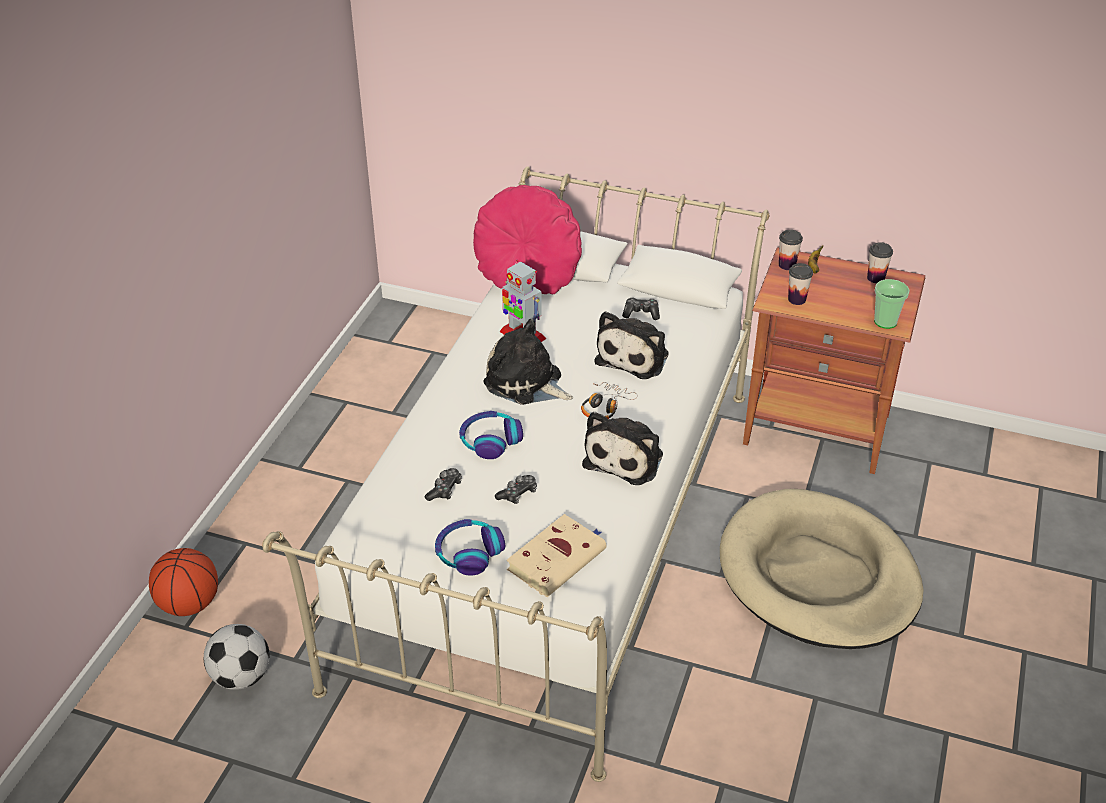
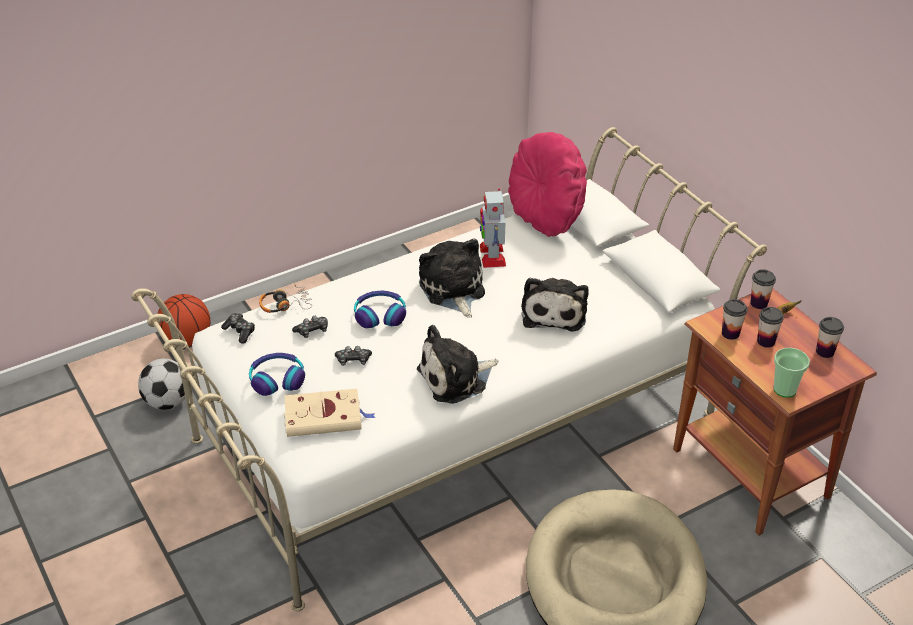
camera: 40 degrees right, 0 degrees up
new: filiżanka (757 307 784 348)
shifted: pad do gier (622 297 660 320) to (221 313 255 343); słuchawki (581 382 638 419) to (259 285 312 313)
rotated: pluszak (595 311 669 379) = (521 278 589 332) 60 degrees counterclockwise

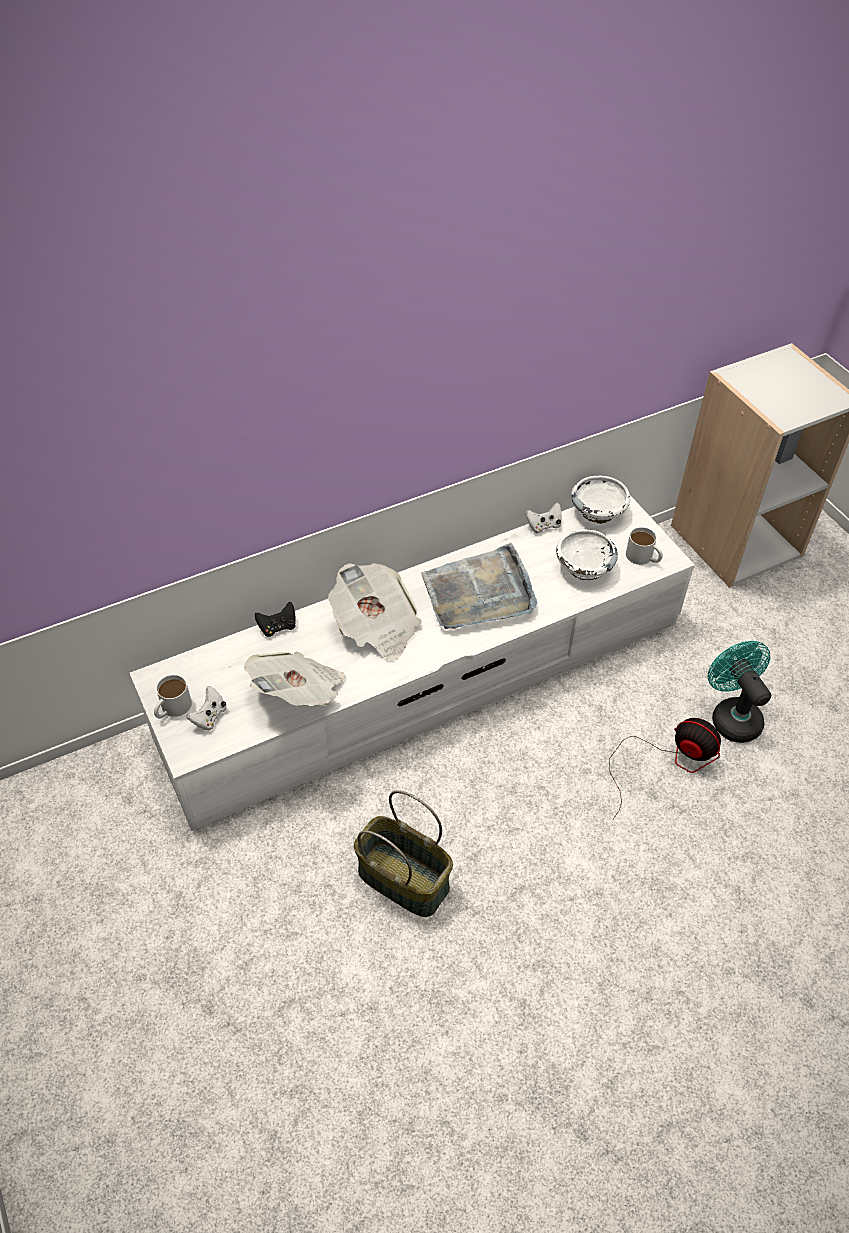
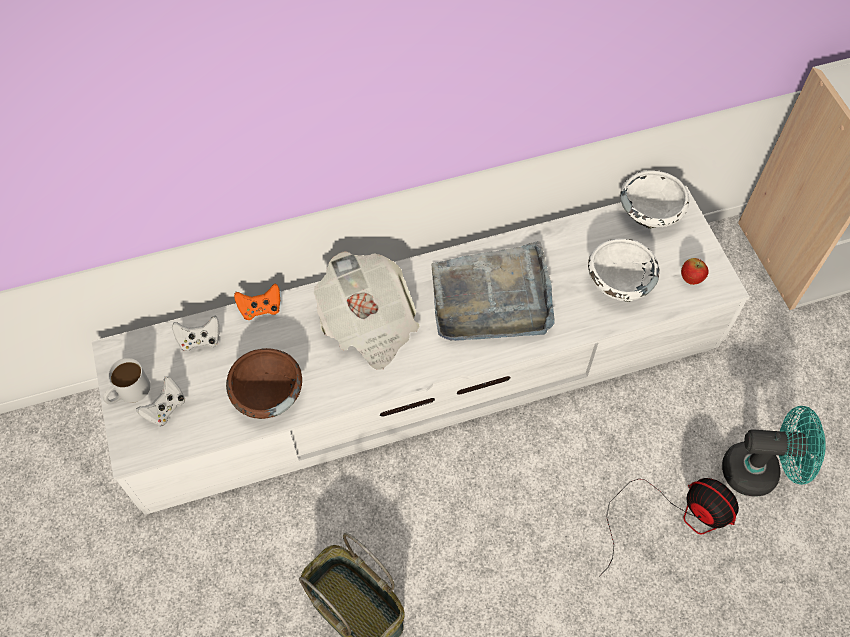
camera: 10 degrees right, 10 degrees up
shifted: pad do gier [biały] (526 502 562 533) to (172 316 219 351)
swapped: gazeta (244 652 346 706) to miska [brązowy] (226 348 302 419); kubek [biały] (626 527 663 565) to jabłko (681 258 709 285)
repainted: pad do gier [czarny] (255 602 296 637) to pad do gier [pomarańczowy] (234 283 280 320)
rotated: wentylator [turkusowy] (708 641 771 743) = (722 406 826 496) 105 degrees clockwise

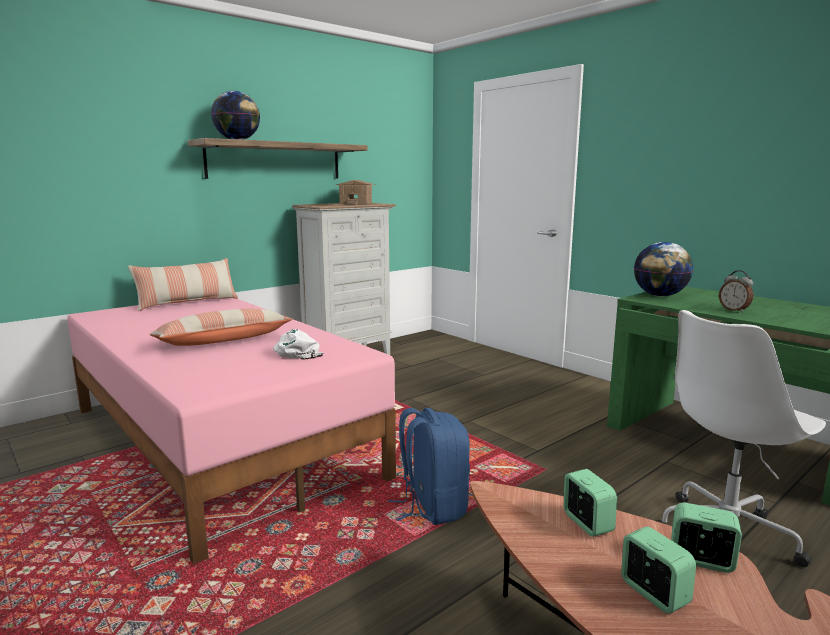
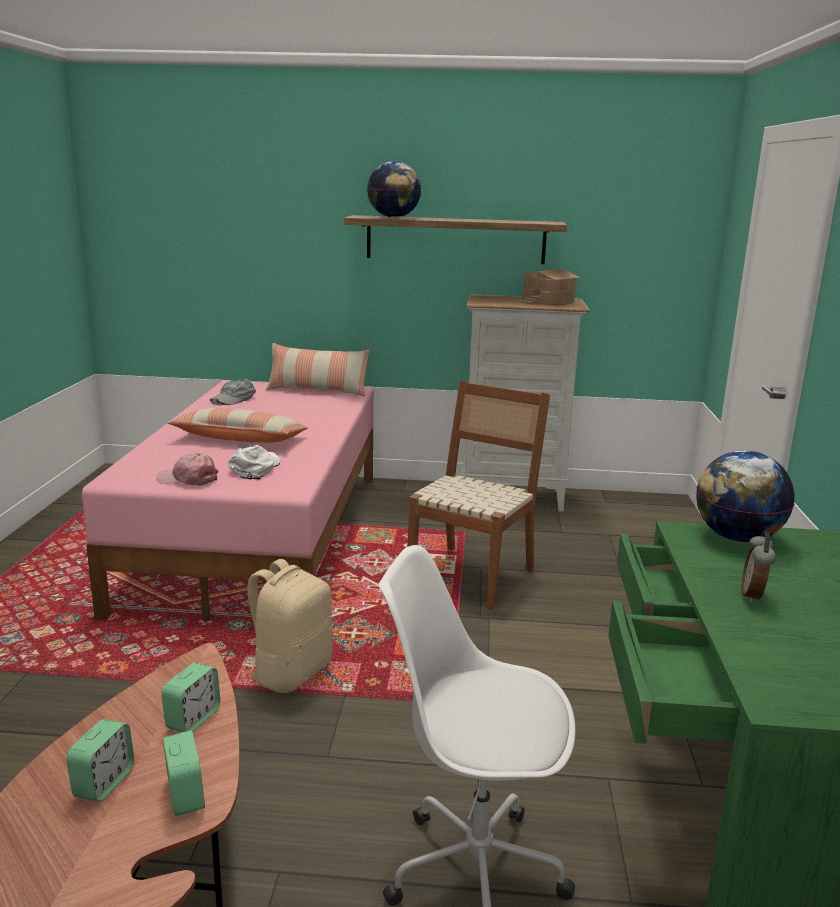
camera: 45 degrees right, 5 degrees up
new: czapka z daszkiem [różowy] (156 452 219 486); czapka z daszkiem [szary] (210 379 256 405); krzesło (408 380 550 610)
repainted: plecak [niebieski] (388 408 470 525) to plecak [beżowy] (242 559 333 693)

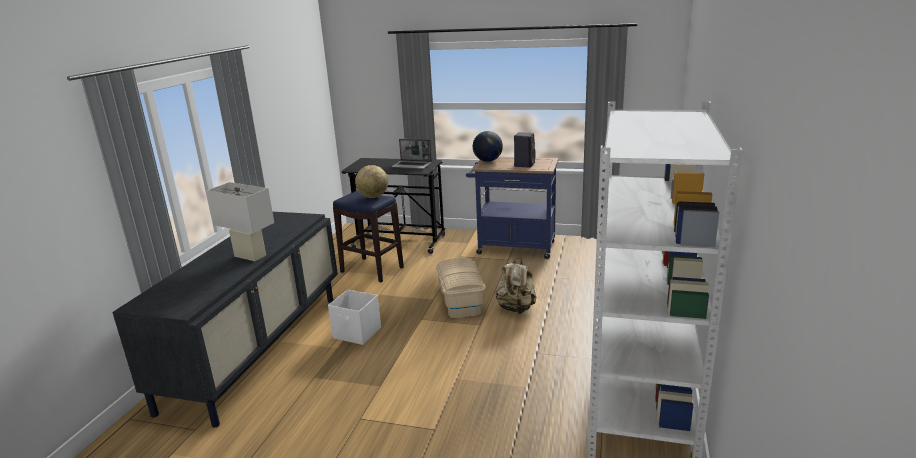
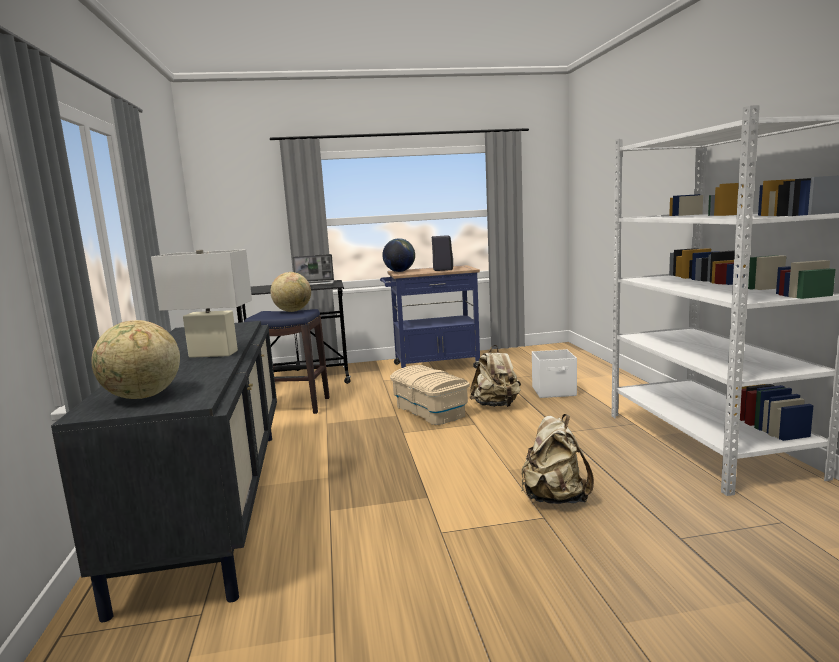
camera: 25 degrees left, 10 degrees down
new: globus (91 320 180 399); plecak [beżowy] (521 414 594 504)
shifted: pojemnik do przechowywania [biały] (328 290 381 345) to (532 349 577 398)

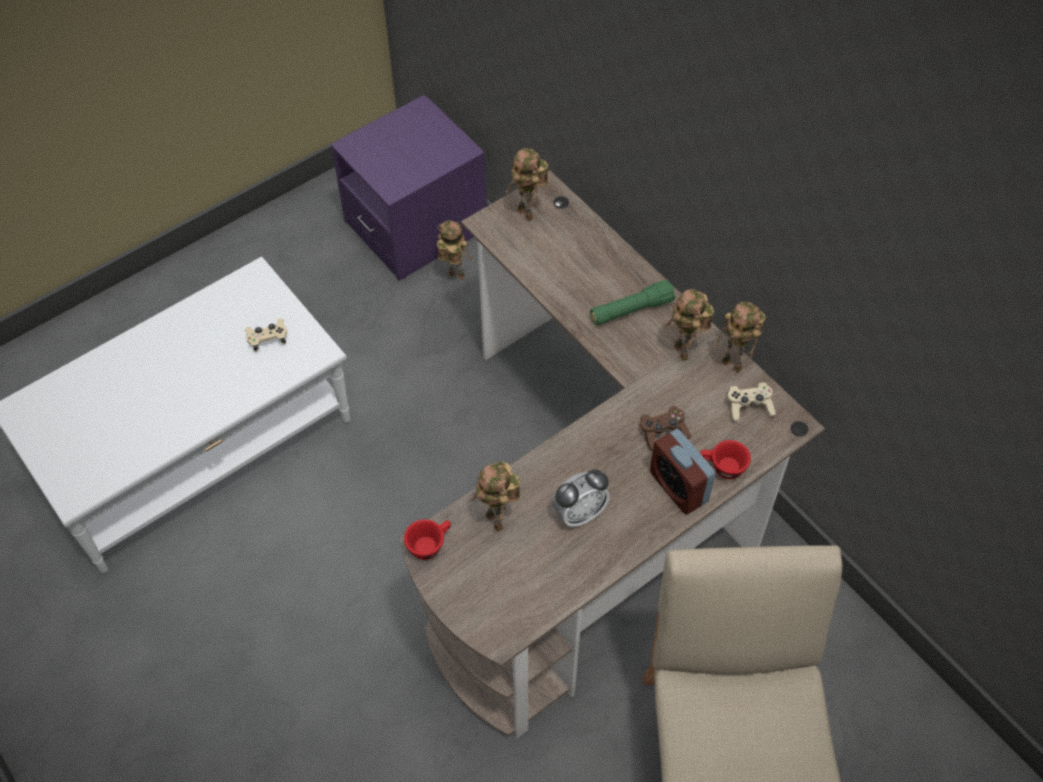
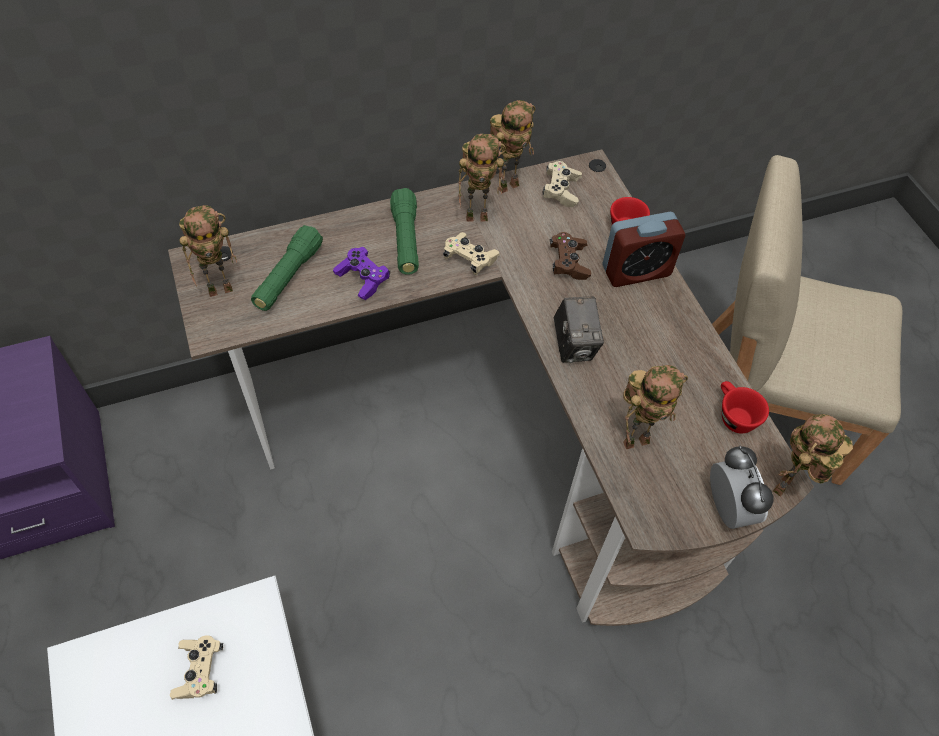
camera: 75 degrees left, 0 degrees up
new: latarka [zielony] (251 225 323 311); pad do gier [fioletowy] (333 247 390 300); pad do gier [beżowy] (443 232 500 275); aparat fotograficzny (553 297 604 363)
shifted: budzik (552 469 610 528) to (710 446 773 529); filiżanka [czerwony] (404 519 451 560) to (721 381 769 433); robot zabawkowy (437 220 472 280) to (773 414 853 497)

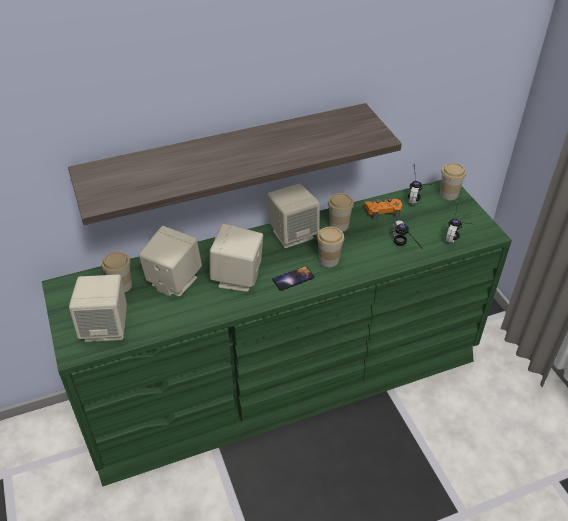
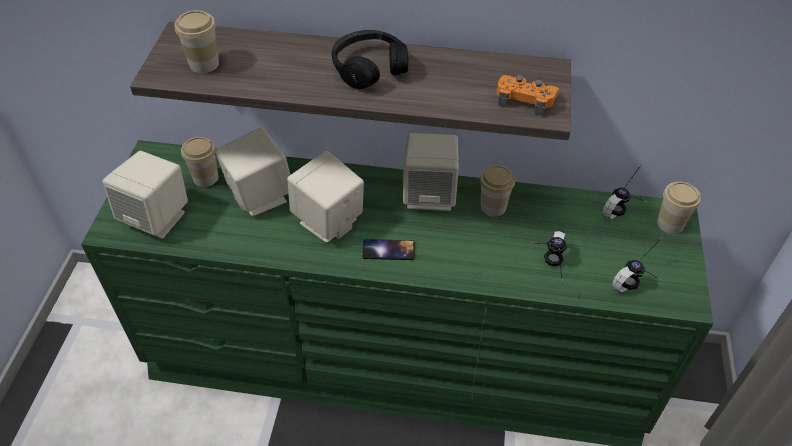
camera: 30 degrees right, 5 degrees up
new: słuchawki [czarny] (332 30 408 89)
shifted: filiżanka (317 227 344 267) to (175 10 219 73); pad do gier [pomarańczowy] (364 198 402 220) to (496 75 559 116)

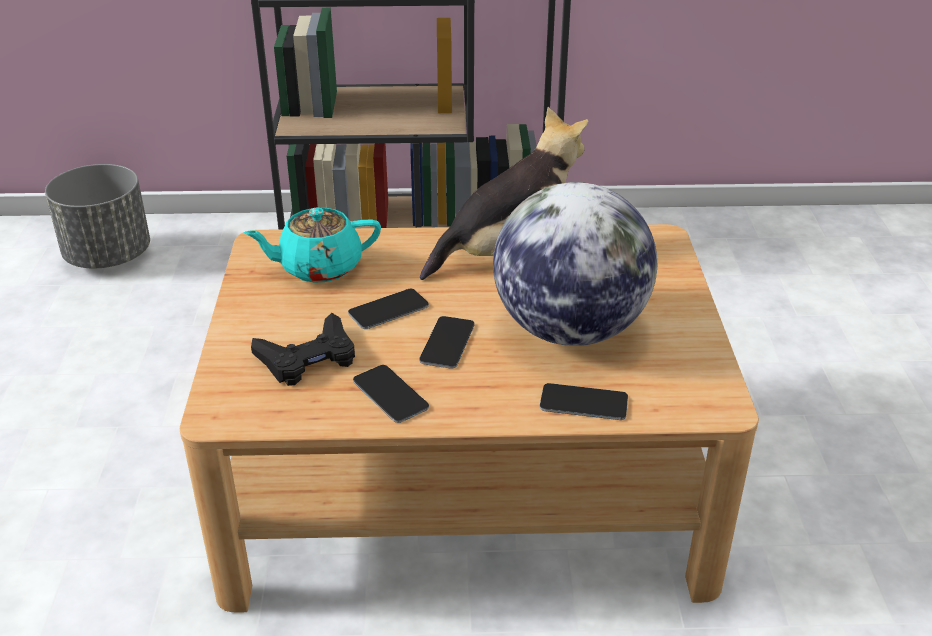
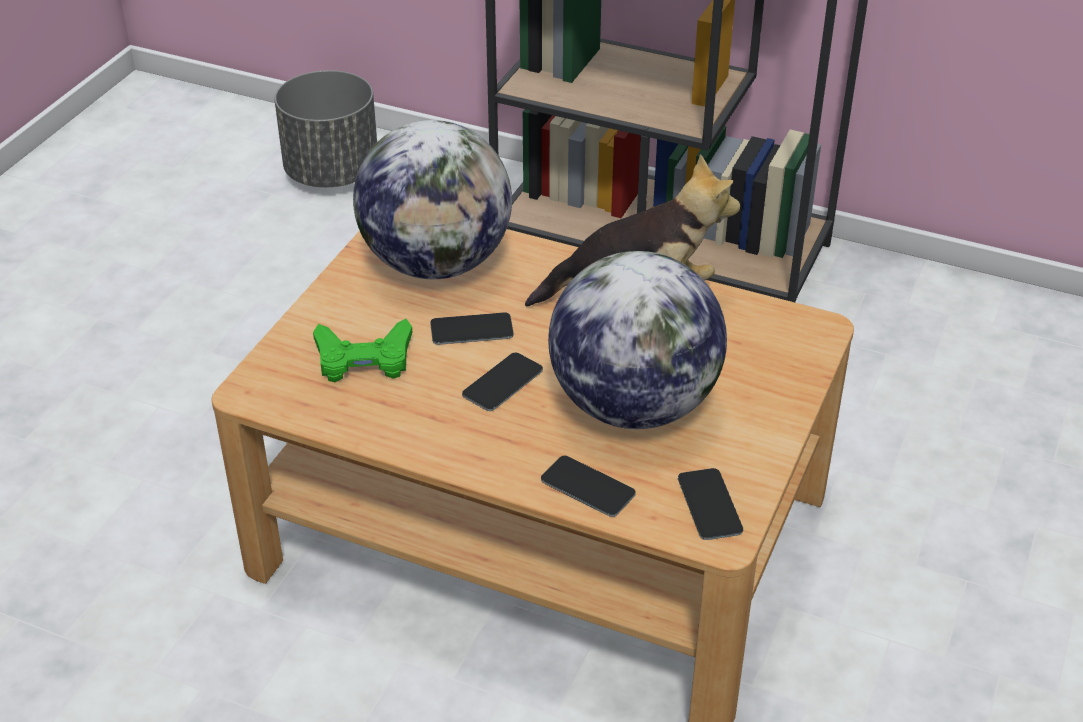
camera: 25 degrees right, 5 degrees up
shifted: telefon (353 365 429 423) to (678 468 743 540)
swapped: imbryk [turkusowy] (244 208 381 283) to globus (353 120 512 279)
repainted: pad do gier [czarny] (251 313 355 386) to pad do gier [zielony] (313 319 412 382)

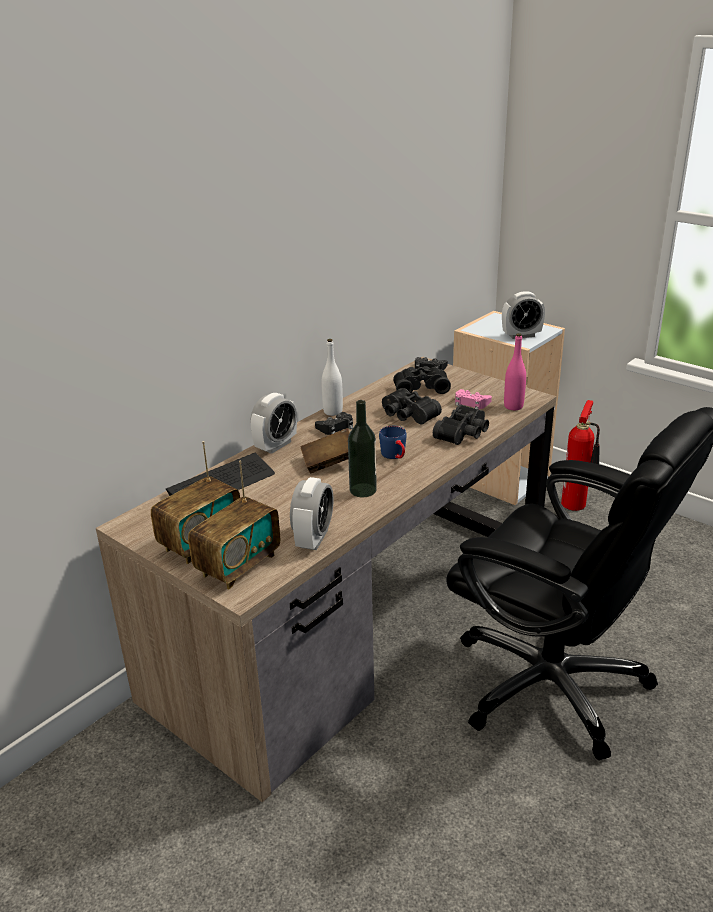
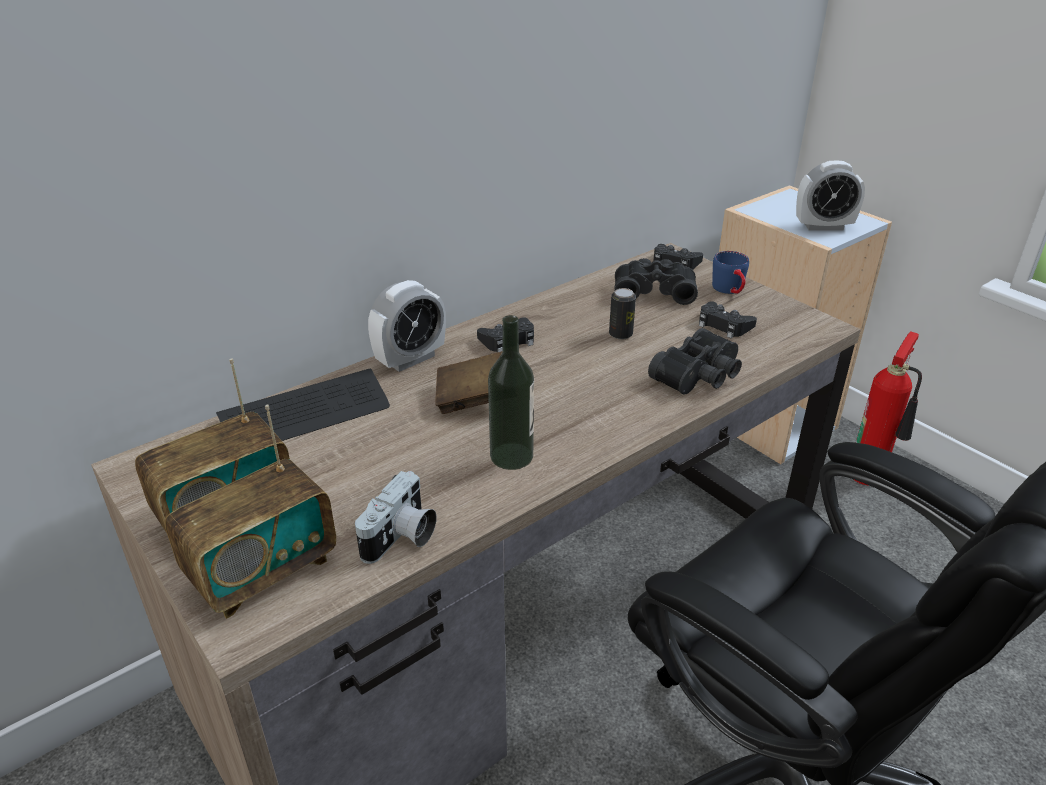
camera: 10 degrees right, 5 degrees up
gone: butelka [biały] (322 339 343 416); butelka [różowy] (504 333 526 410)
shifted: kubek [niebieski] (379 426 407 459) to (712 251 749 294)
swapped: budzik (290 477 333 550) to aparat fotograficzny (355 471 437 564); lornetka [czarny] (382 388 442 424) to puszka (609 288 636 340)
repainted: pad do gier [różowy] (455 389 492 410) to pad do gier [czarny] (699 301 757 339)

